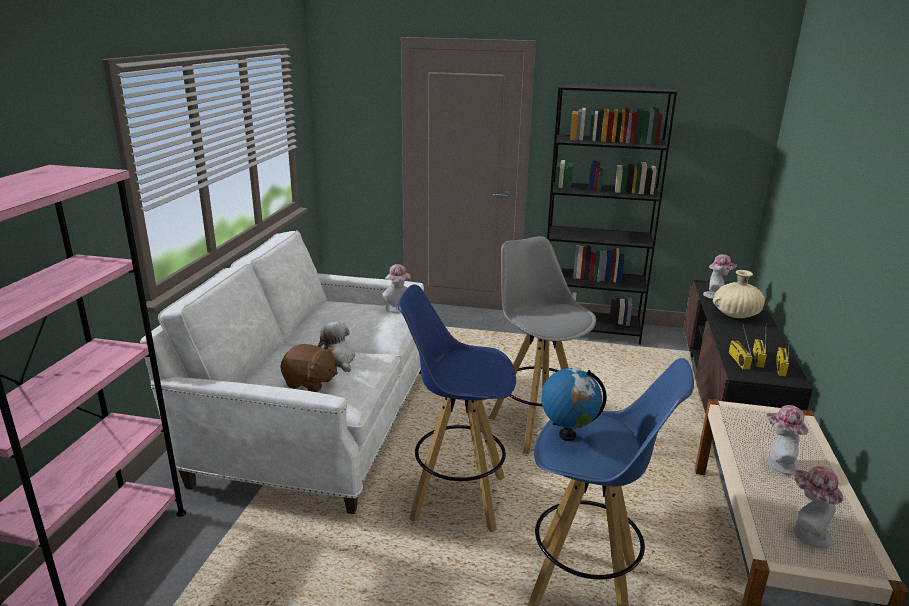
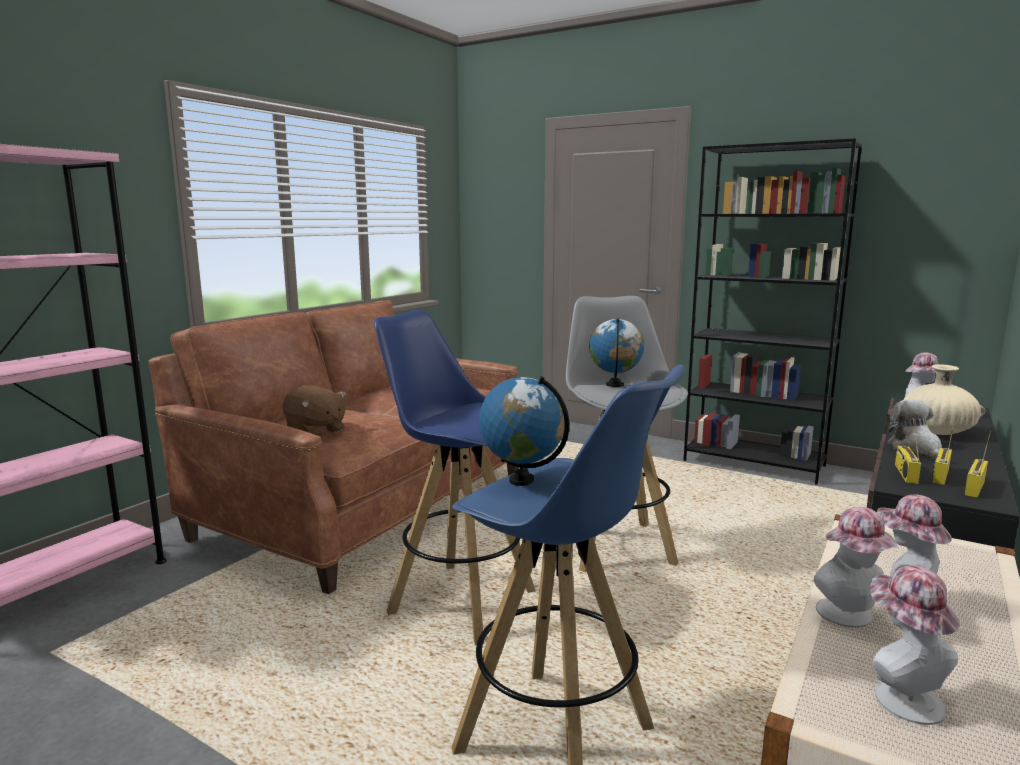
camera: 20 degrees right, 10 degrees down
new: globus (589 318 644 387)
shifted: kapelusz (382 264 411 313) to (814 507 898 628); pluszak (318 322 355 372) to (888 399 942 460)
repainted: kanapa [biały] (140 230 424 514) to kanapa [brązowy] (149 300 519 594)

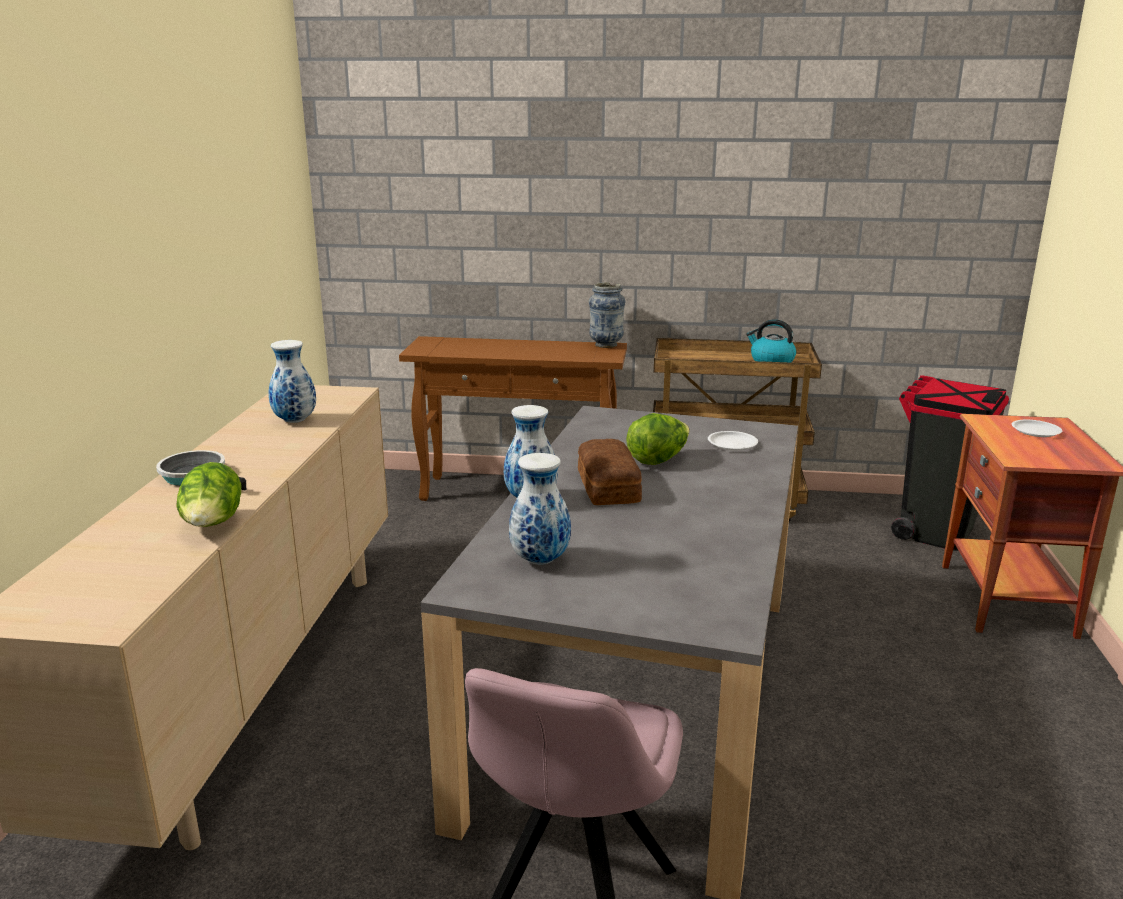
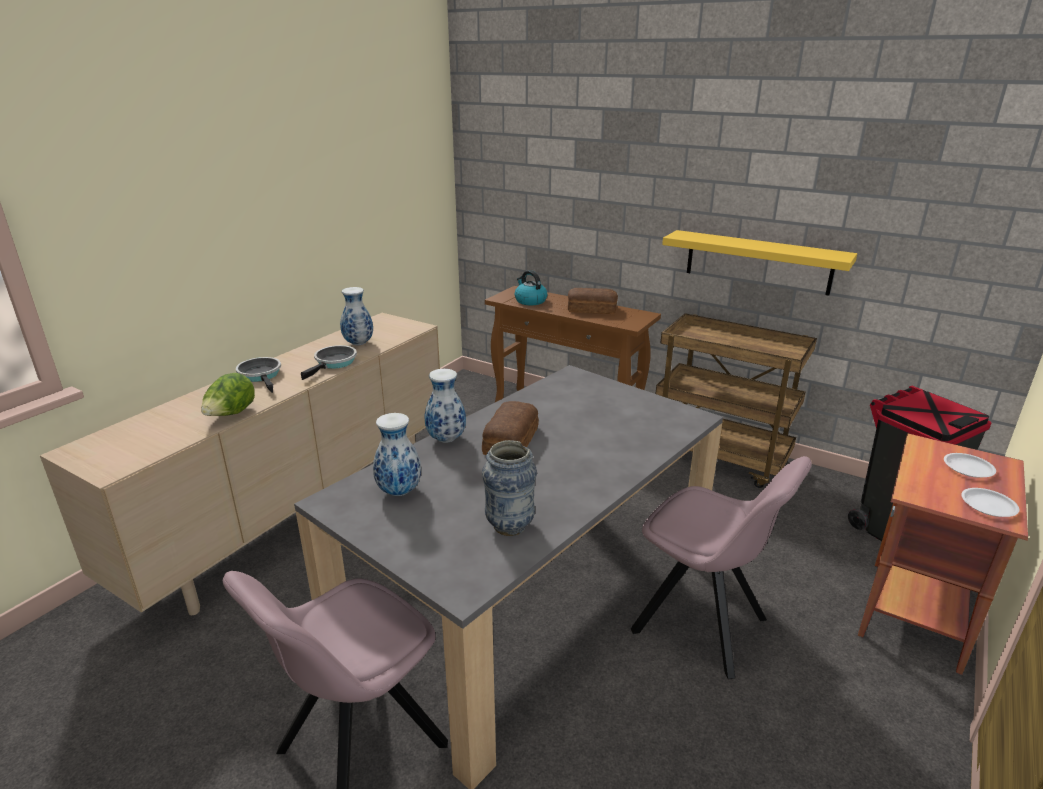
camera: 25 degrees right, 5 degrees up
gone: sałata (626 413 690 465)
new: patelnia (301 345 357 380); chleb (568 288 618 314); krzesło [różowy] (631 456 812 679); półka [żółty] (662 230 857 295)
shifted: wazon (589 282 625 348) to (482 440 537 536); czajnik (746 319 796 362) to (515 270 547 305); talerz [biały] (708 431 758 451) to (961 488 1019 517)

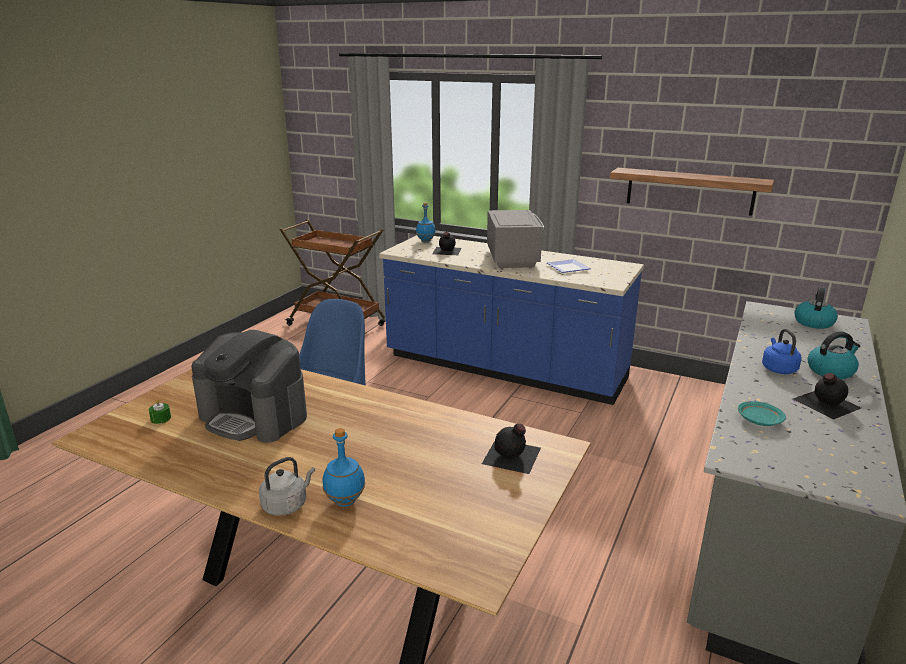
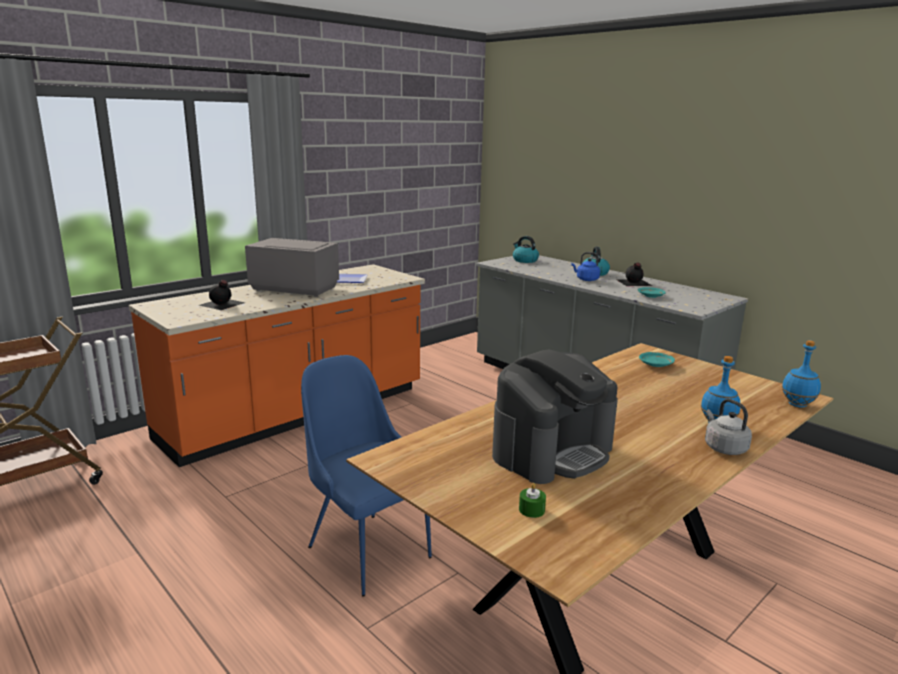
camera: 70 degrees left, 5 degrees down
gone: półka (610 168 774 216)
shifted: butelka [niebieski] (416 203 436 242) to (782 340 821 408)
swapped: butelka [czarny] (482 424 541 474) to talerz [turkusowy] (639 352 675 367)
repainted: zabudowa kuchenna [niebieski] (379 235 644 405) to zabudowa kuchenna [pomarańczowy] (129 264 425 467)

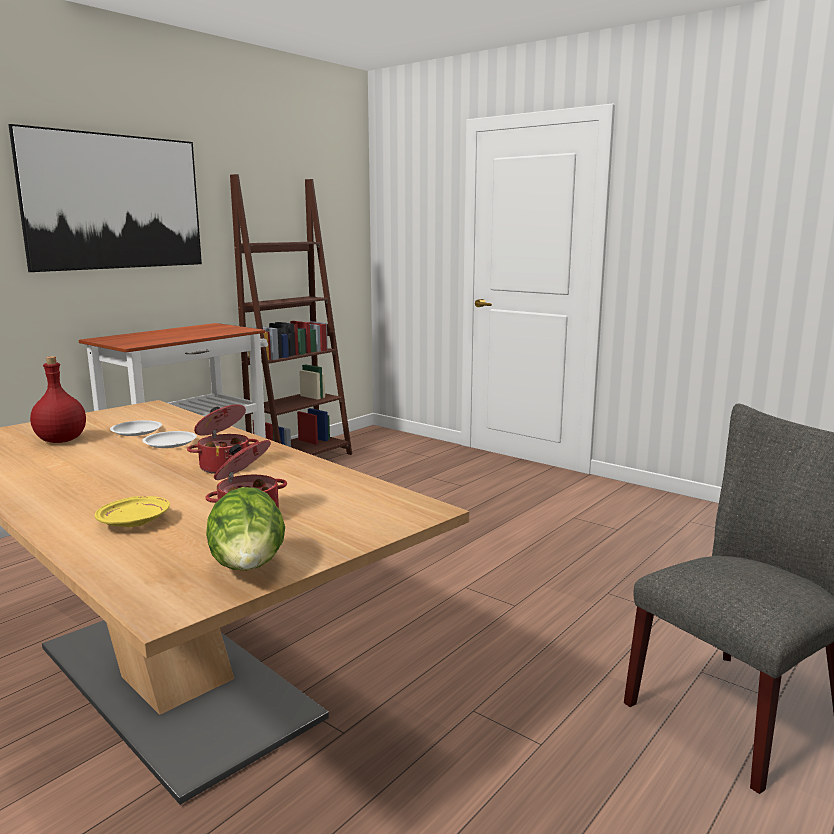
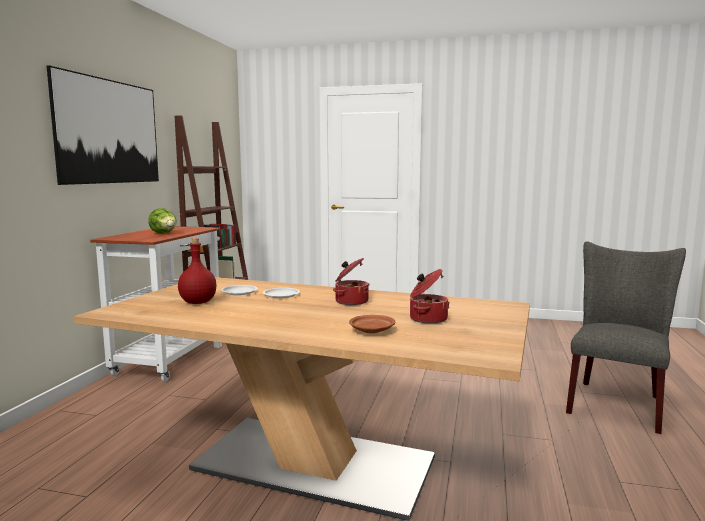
camera: 25 degrees left, 5 degrees down
shifted: sałata (206 487 285 570) to (148 208 177 234)
repainted: talerz [żółty] (95 496 170 527) to talerz [brązowy] (349 315 395 333)

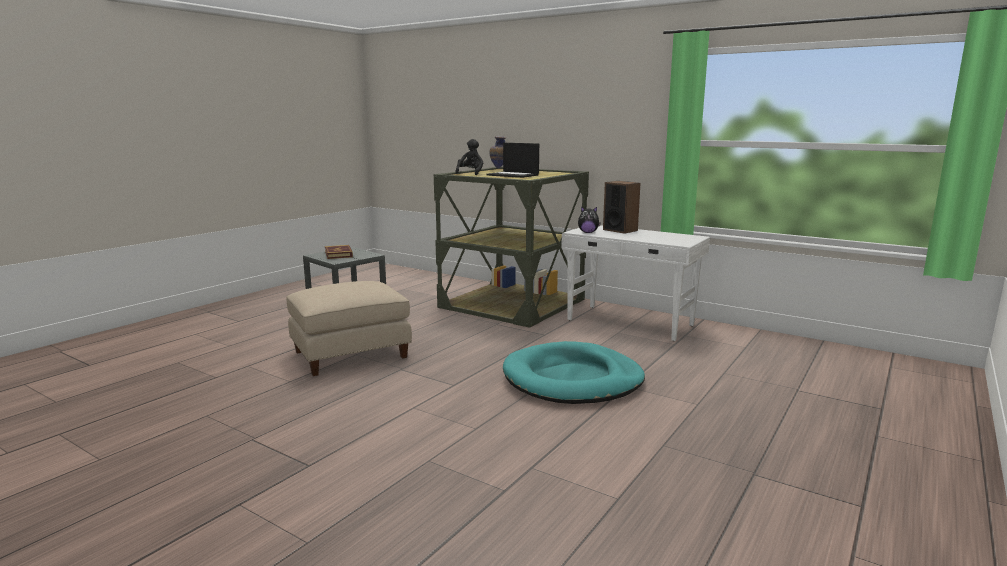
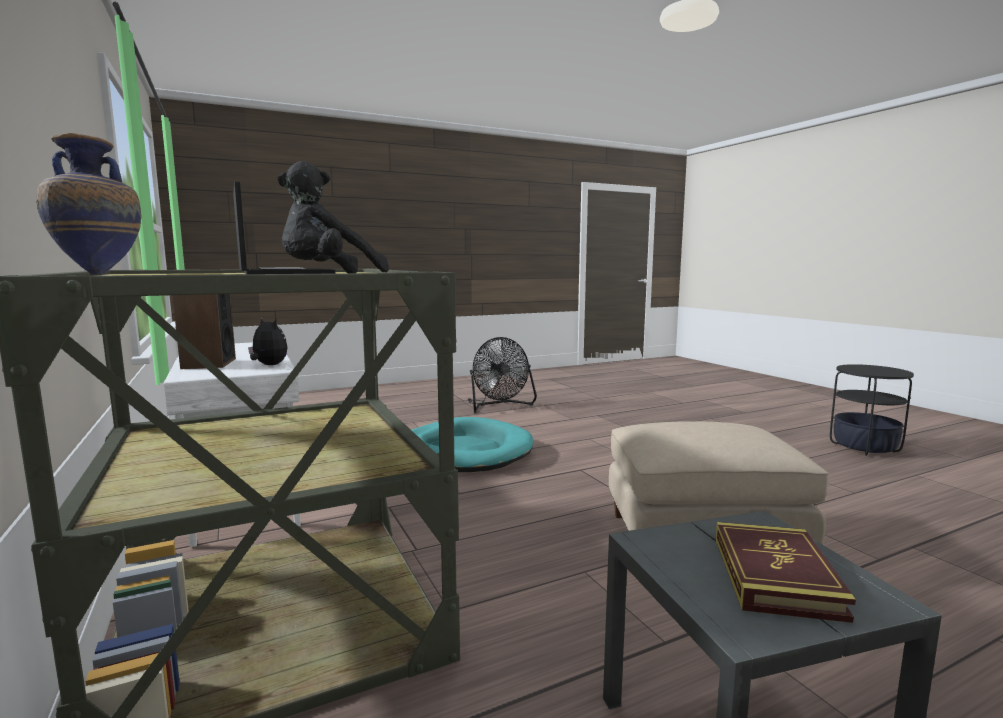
camera: 150 degrees left, 5 degrees down
new: wentylator [czarny] (468 337 537 413); stolik [czarny] (830 364 914 456)

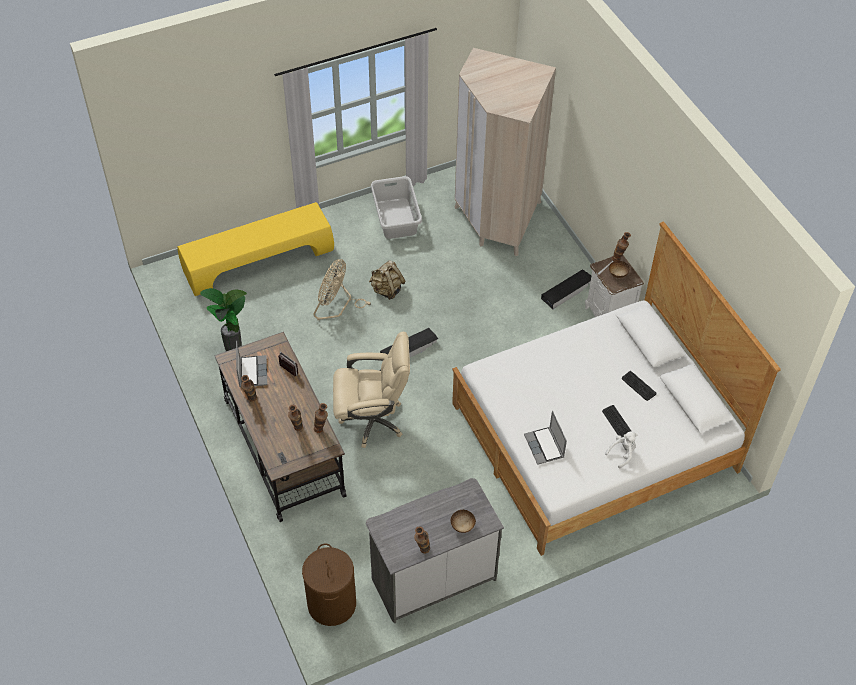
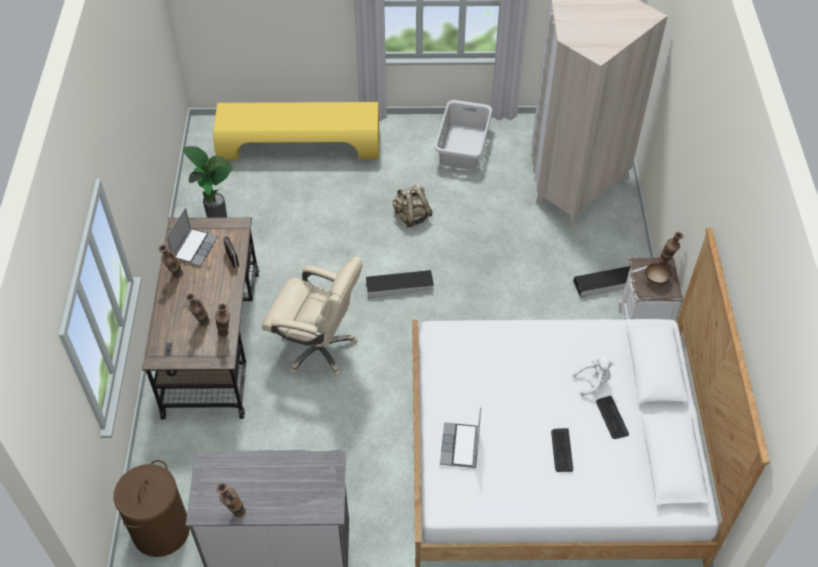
camera: 25 degrees right, 0 degrees up
gone: wentylator [beżowy] (313 259 371 320); miska (451 510 476 533)
shifted: pluszak [biały] (605 432 637 468) to (573 357 614 396)

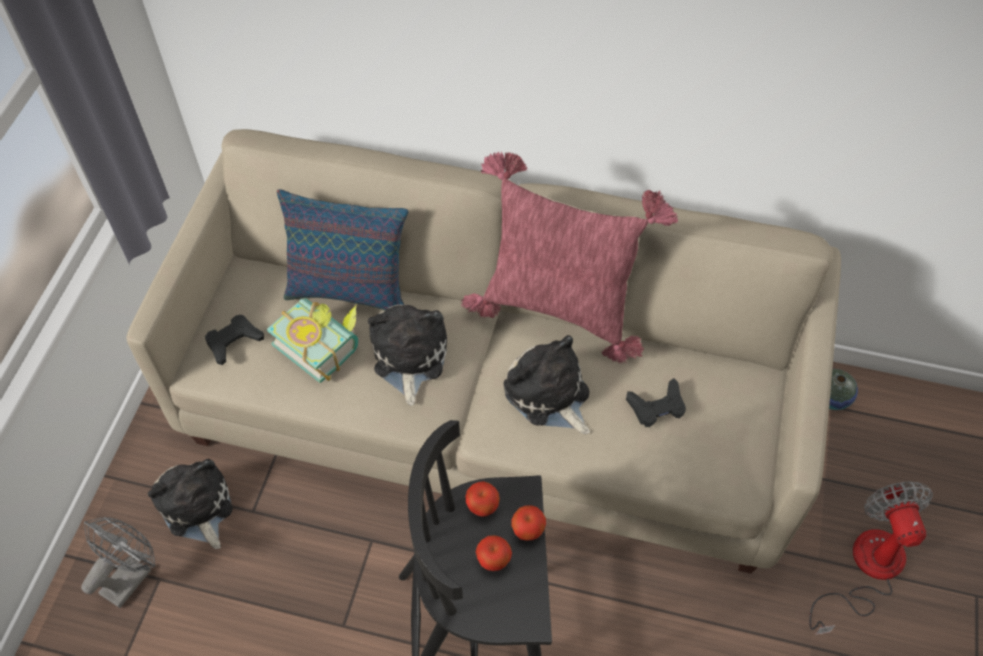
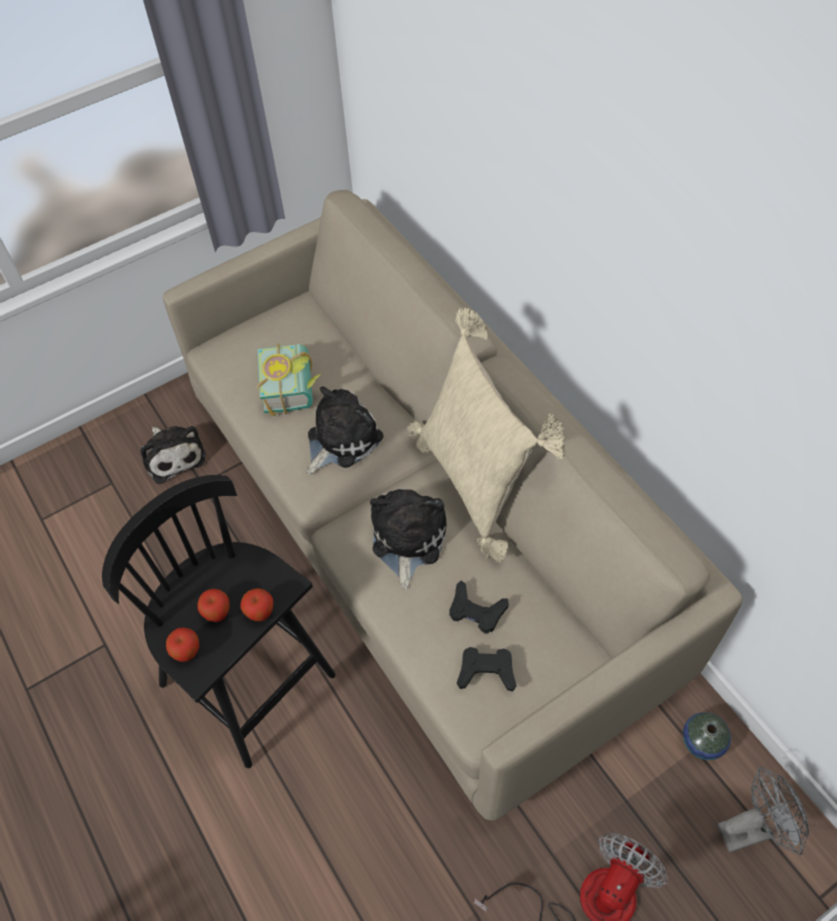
camera: 45 degrees right, 0 degrees up
gone: poduszka [niebieski] (277 189 408 310)
shifted: jabłko (465 481 500 517) to (166 627 199 662); pad do gier [czarny] (205 315 264 365) to (457 647 516 691); wentylator [szary] (81 517 156 608) to (717 767 809 855)
repainted: poduszka [czerwony] (460 152 678 364) to poduszka [beżowy] (407 307 565 563)
rotated: pluszak (148 459 233 549) = (140 426 206 484) 135 degrees clockwise

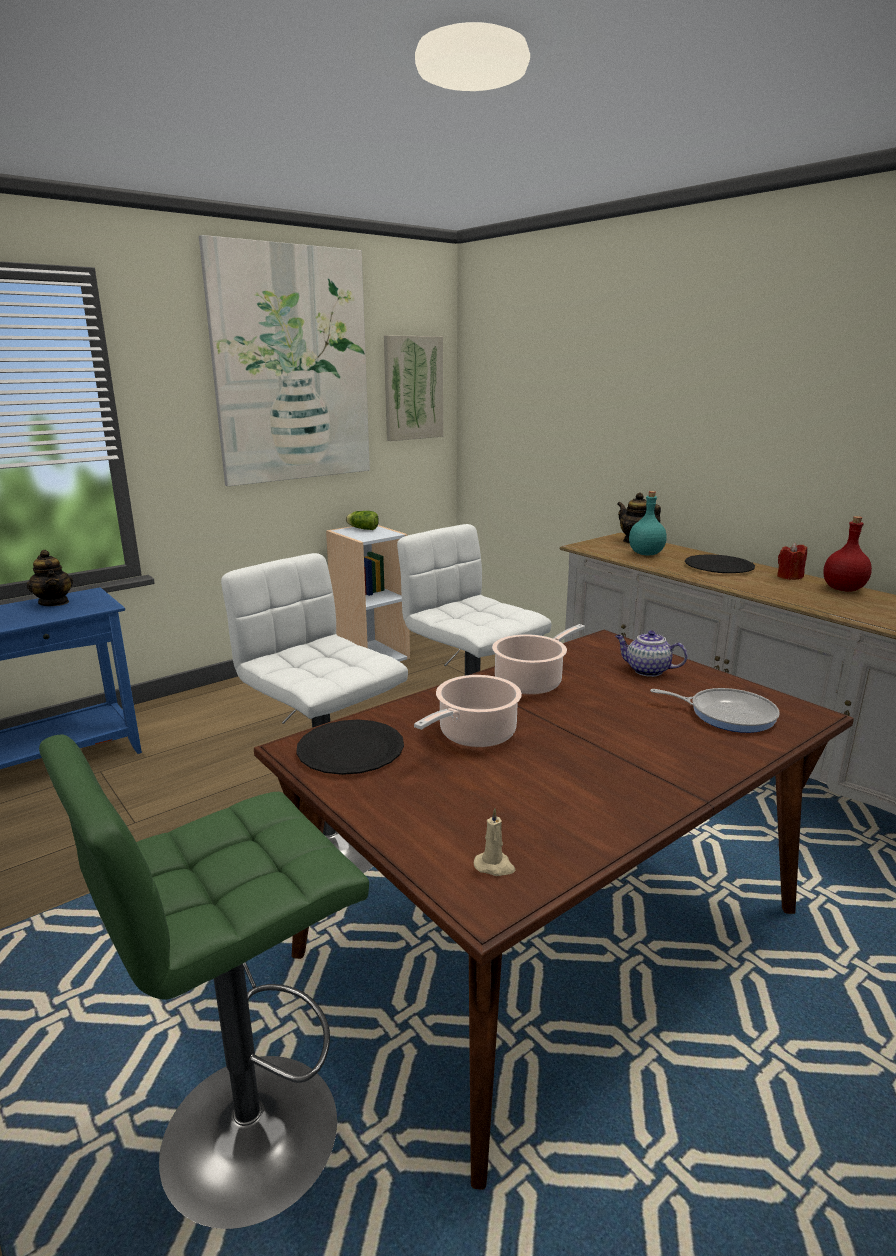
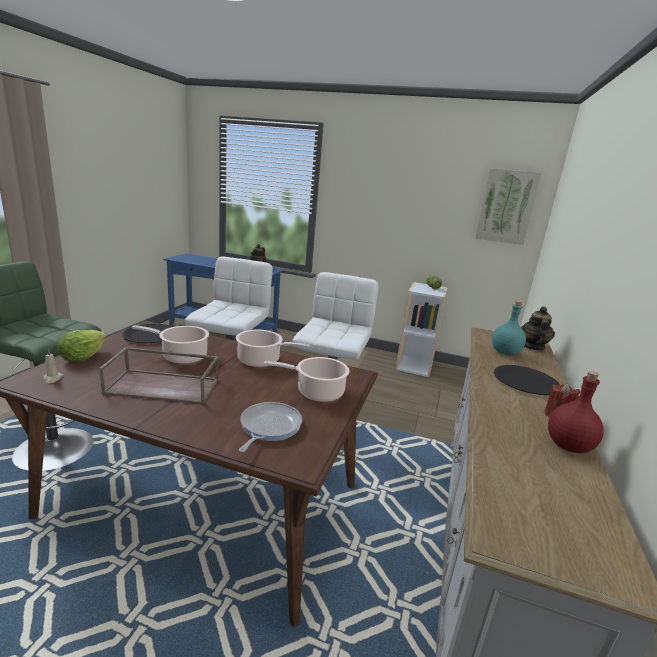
camera: 55 degrees right, 0 degrees up
gone: obraz (199 235 370 486)
new: sałata (58 330 107 362); taca [brązowy] (99 347 219 405)
swapped: imbryk (615 630 688 677) to garnek (264 357 349 402)
rotated: patelnia (650 688 780 733) = (239 402 302 452) 150 degrees counterclockwise

